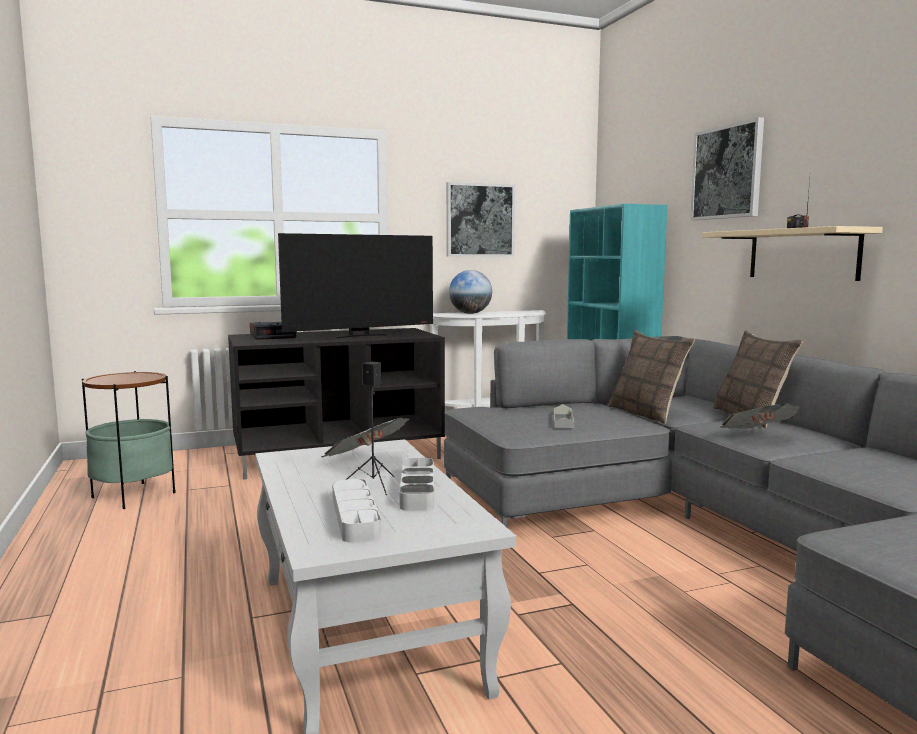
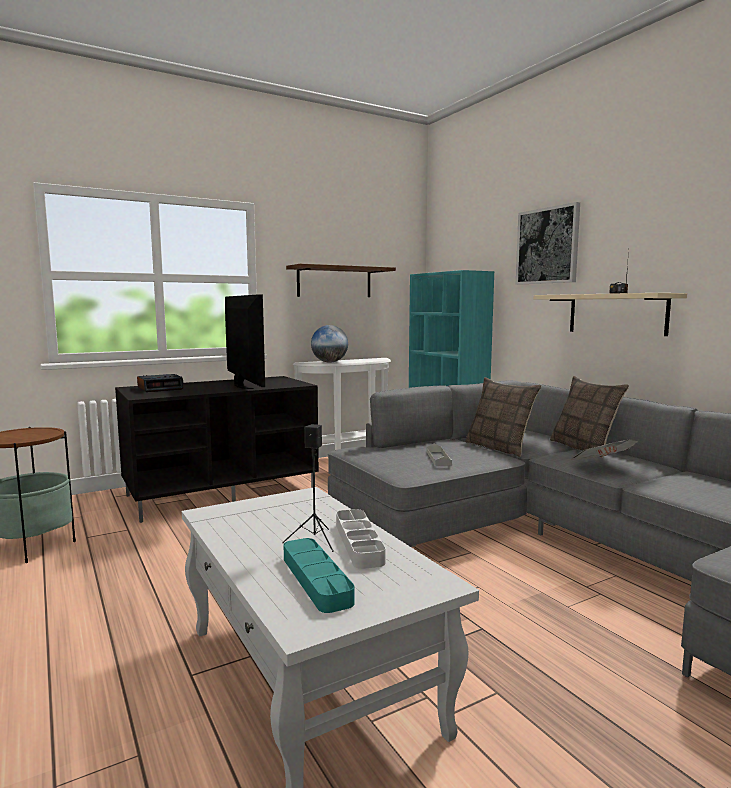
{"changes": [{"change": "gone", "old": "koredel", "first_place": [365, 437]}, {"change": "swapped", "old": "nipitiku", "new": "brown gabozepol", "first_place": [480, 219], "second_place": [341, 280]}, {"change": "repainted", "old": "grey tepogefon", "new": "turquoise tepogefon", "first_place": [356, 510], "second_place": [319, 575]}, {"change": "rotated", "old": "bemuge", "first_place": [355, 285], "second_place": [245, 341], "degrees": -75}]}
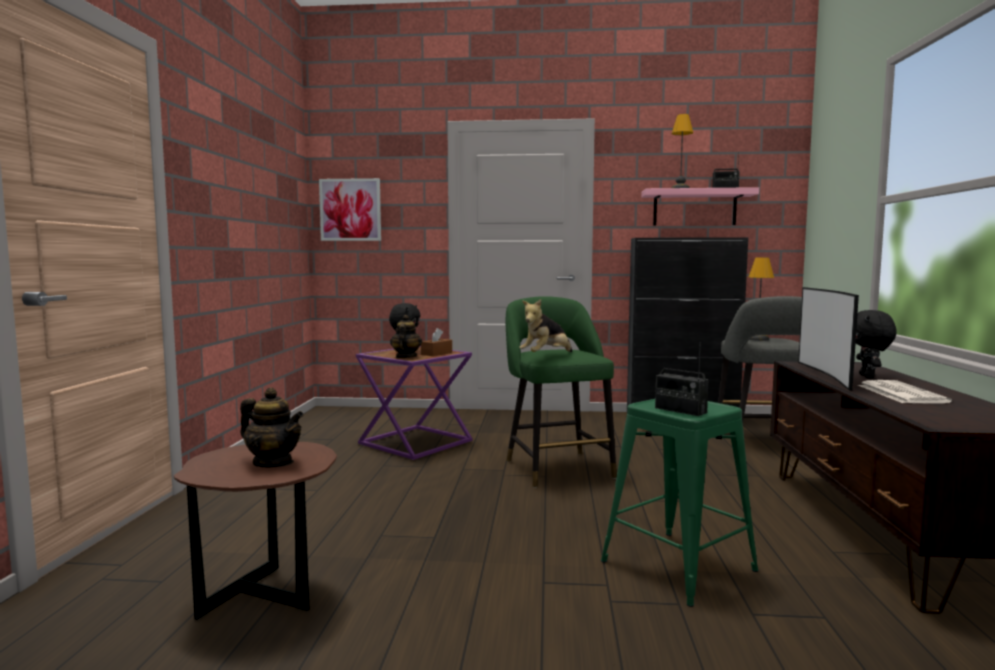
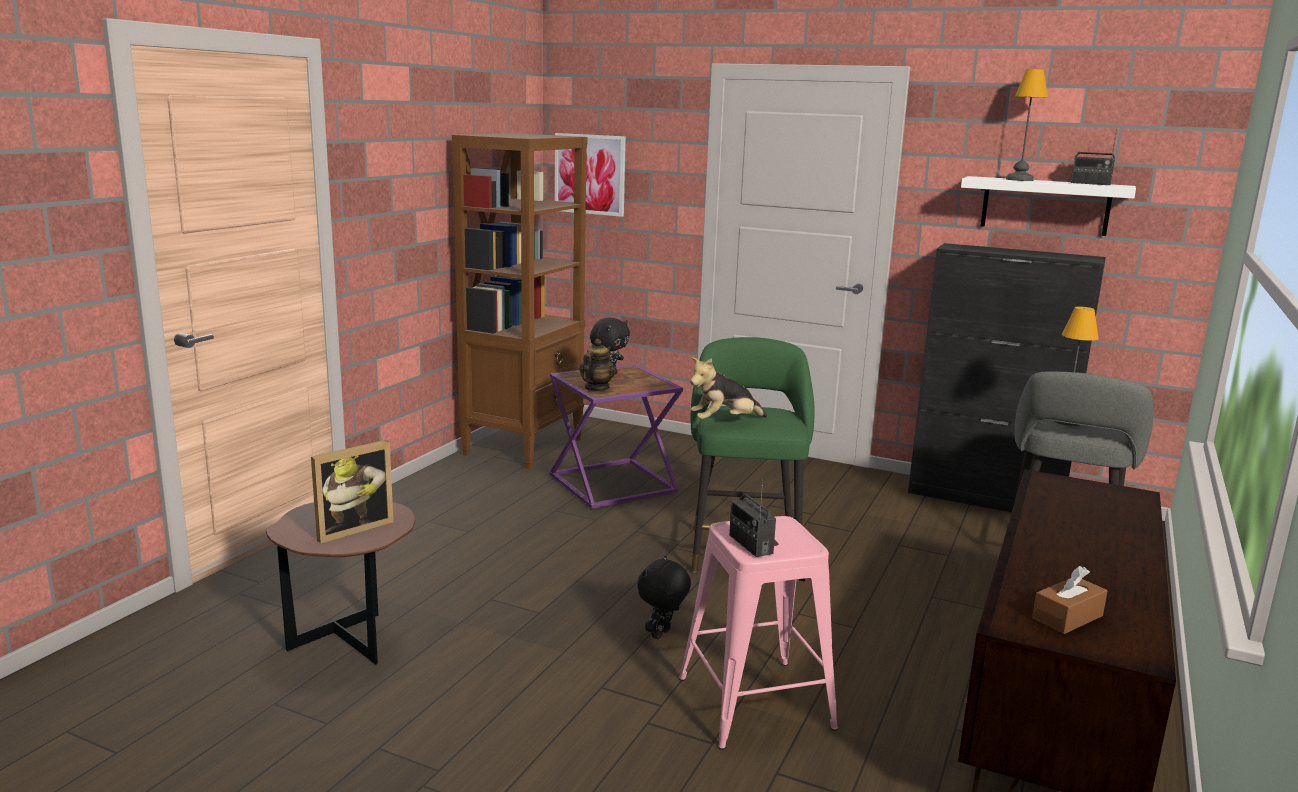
{"changes": [{"change": "gone", "old": "bemuge", "first_place": [828, 339]}, {"change": "gone", "old": "koredel", "first_place": [905, 391]}, {"change": "new", "new": "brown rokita", "second_place": [520, 301]}, {"change": "shifted", "old": "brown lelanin", "first_place": [436, 342], "second_place": [1069, 600]}, {"change": "shifted", "old": "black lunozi", "first_place": [876, 344], "second_place": [664, 597]}, {"change": "swapped", "old": "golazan", "new": "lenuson", "first_place": [272, 427], "second_place": [352, 491]}, {"change": "repainted", "old": "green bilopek", "new": "pink bilopek", "first_place": [679, 503], "second_place": [758, 632]}, {"change": "repainted", "old": "pink gabozepol", "new": "white gabozepol", "first_place": [700, 206], "second_place": [1048, 206]}]}
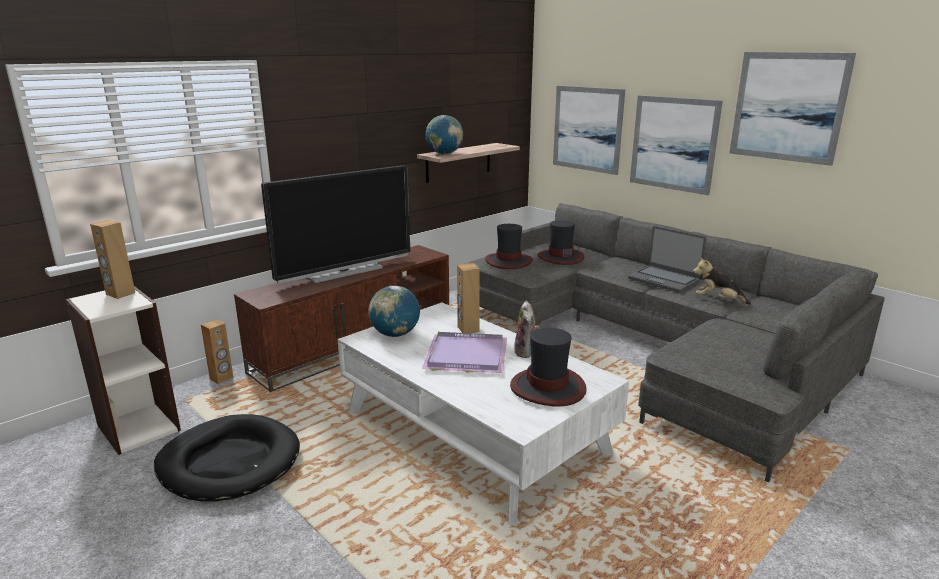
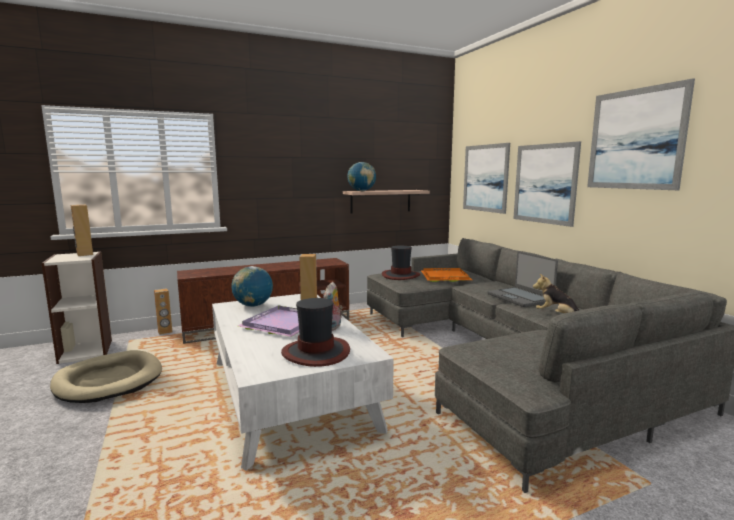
{"changes": [{"change": "gone", "old": "bemuge", "first_place": [335, 224]}, {"change": "swapped", "old": "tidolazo", "new": "orange tepogefon", "first_place": [561, 242], "second_place": [446, 275]}, {"change": "repainted", "old": "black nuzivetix", "new": "beige nuzivetix", "first_place": [227, 458], "second_place": [106, 376]}]}
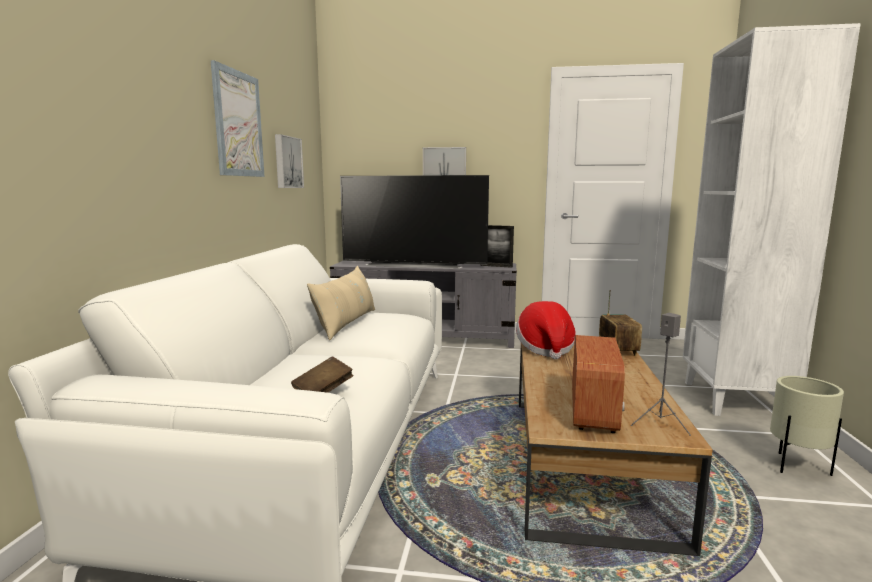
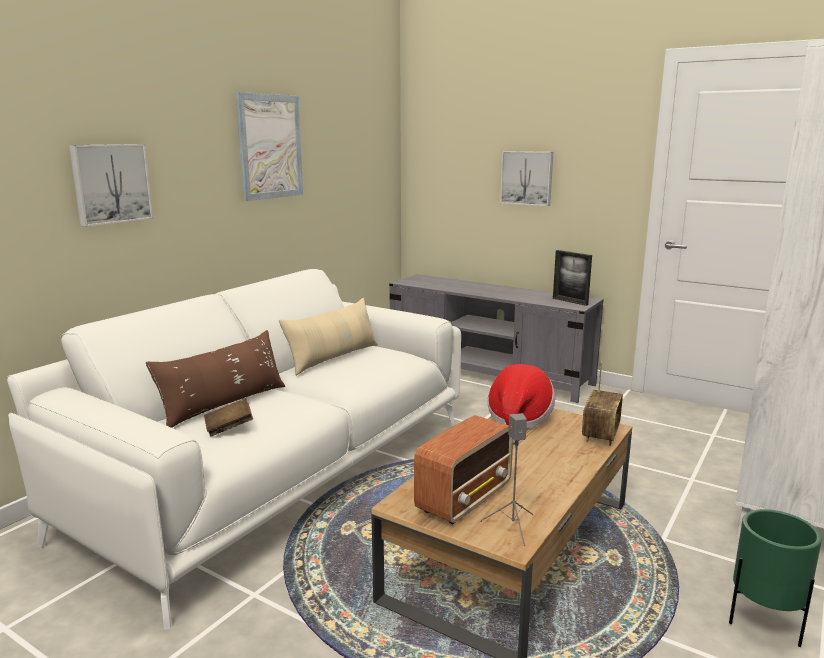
{"changes": [{"change": "gone", "old": "bemuge", "first_place": [414, 222]}, {"change": "new", "new": "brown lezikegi", "second_place": [215, 379]}, {"change": "shifted", "old": "nipitiku", "first_place": [289, 161], "second_place": [111, 185]}, {"change": "repainted", "old": "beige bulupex", "new": "green bulupex", "first_place": [807, 426], "second_place": [775, 578]}]}
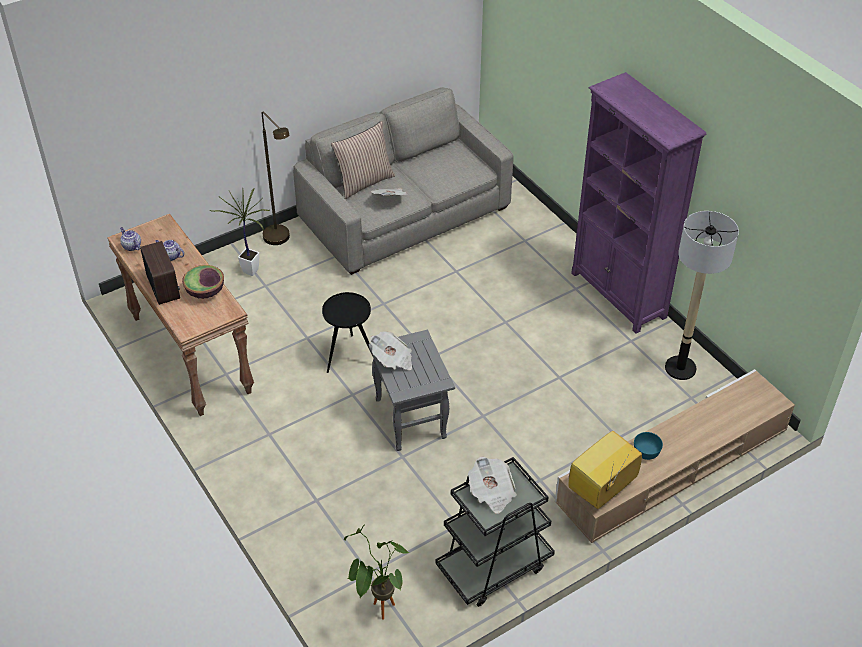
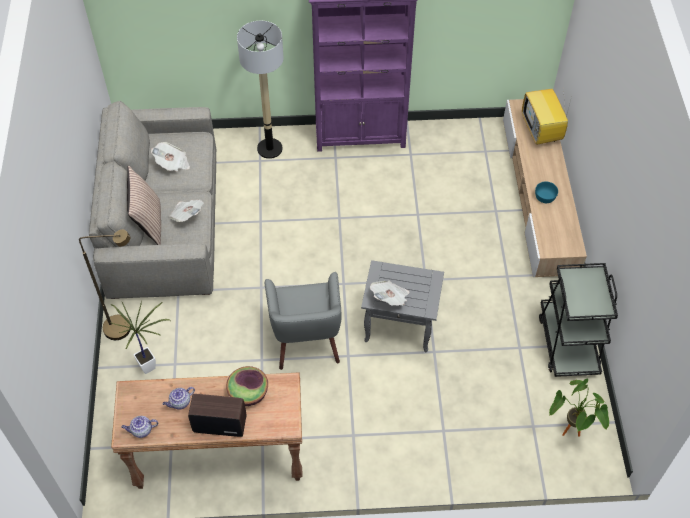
{"changes": [{"change": "shifted", "old": "koredel", "first_place": [492, 485], "second_place": [170, 156]}, {"change": "shifted", "old": "bemuge", "first_place": [605, 470], "second_place": [546, 115]}, {"change": "shifted", "old": "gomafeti", "first_place": [702, 295], "second_place": [260, 90]}, {"change": "swapped", "old": "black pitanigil", "new": "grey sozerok", "first_place": [347, 332], "second_place": [303, 321]}]}
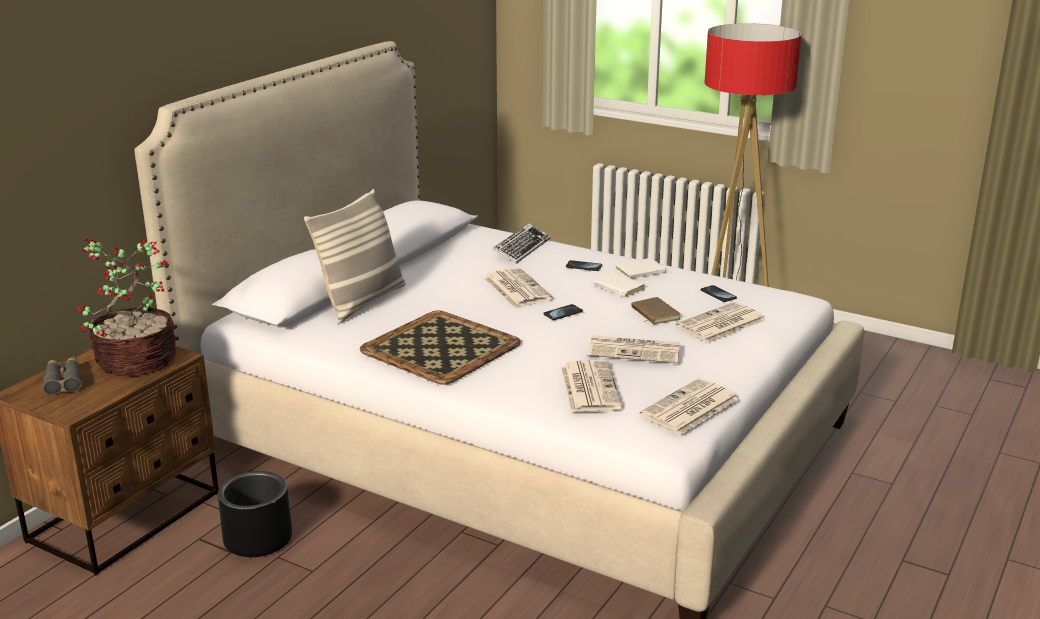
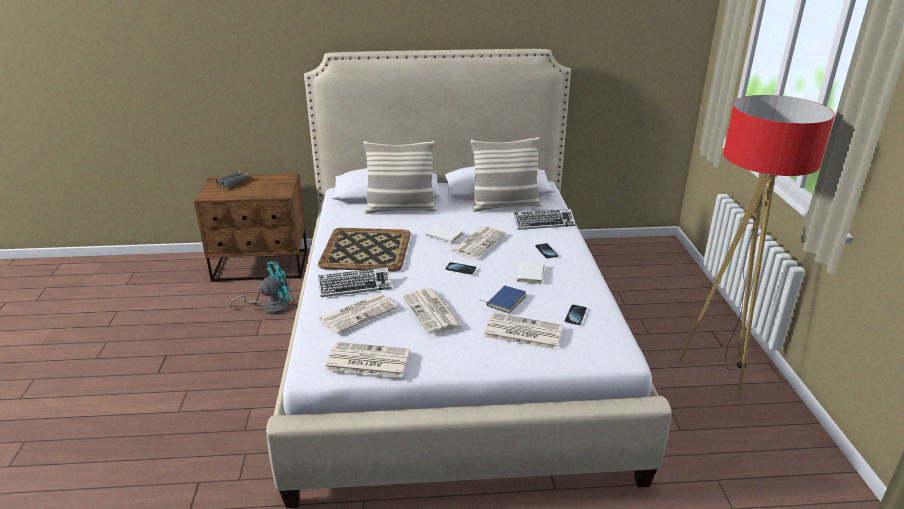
{"changes": [{"change": "gone", "old": "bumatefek", "first_place": [126, 307]}, {"change": "new", "new": "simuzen", "second_place": [355, 282]}, {"change": "new", "new": "lezikegi", "second_place": [506, 174]}, {"change": "shifted", "old": "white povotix", "first_place": [643, 268], "second_place": [444, 234]}, {"change": "swapped", "old": "black bulupex", "new": "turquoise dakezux", "first_place": [255, 514], "second_place": [262, 288]}, {"change": "repainted", "old": "brown povotix", "new": "blue povotix", "first_place": [655, 310], "second_place": [504, 299]}]}
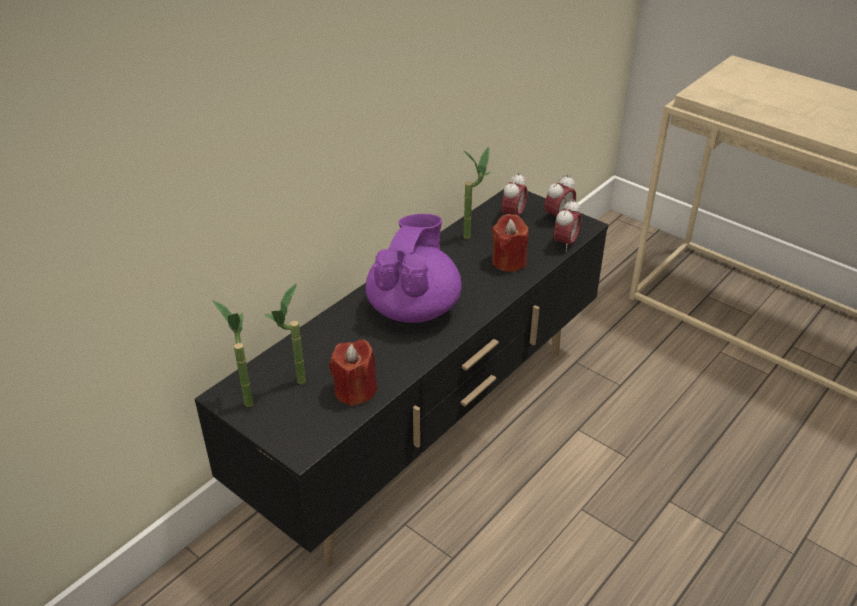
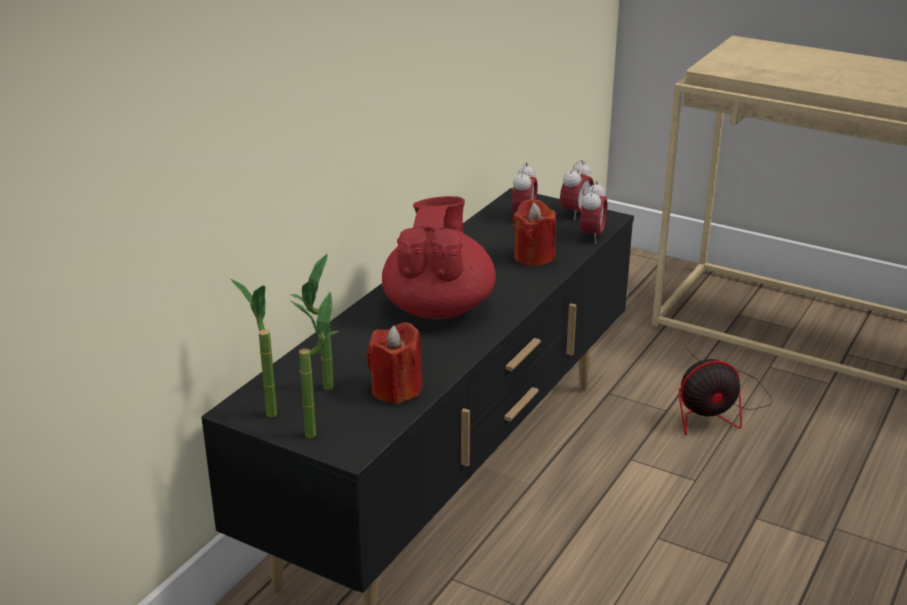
{"changes": [{"change": "new", "new": "dakezux", "second_place": [725, 391]}, {"change": "shifted", "old": "bumatefek", "first_place": [477, 193], "second_place": [315, 365]}, {"change": "repainted", "old": "purple golazan", "new": "red golazan", "first_place": [414, 268], "second_place": [439, 257]}]}
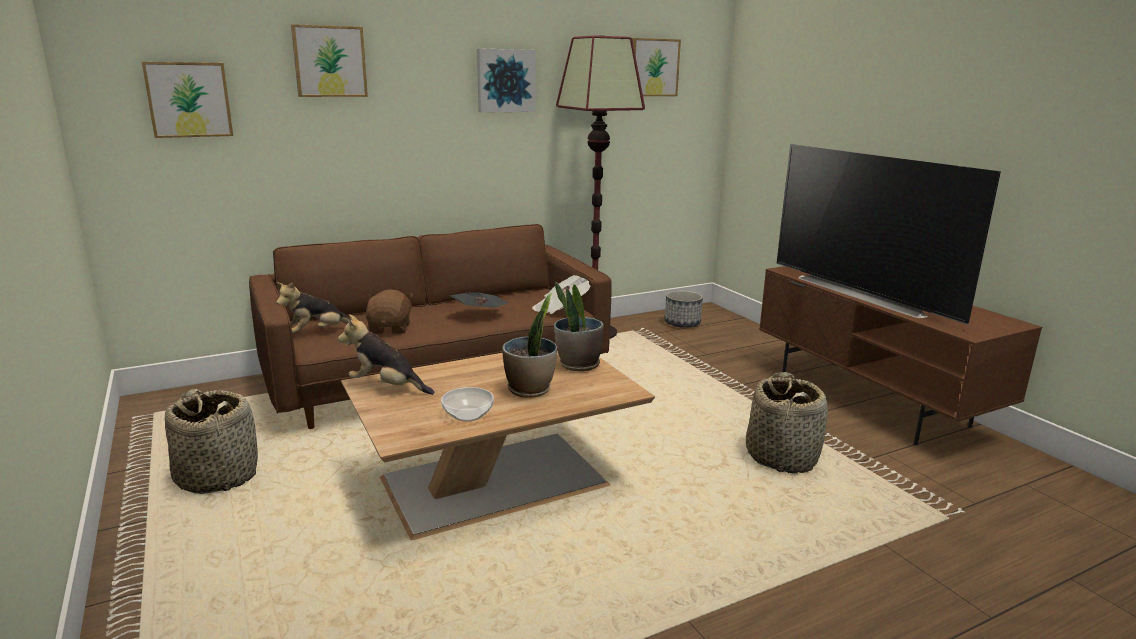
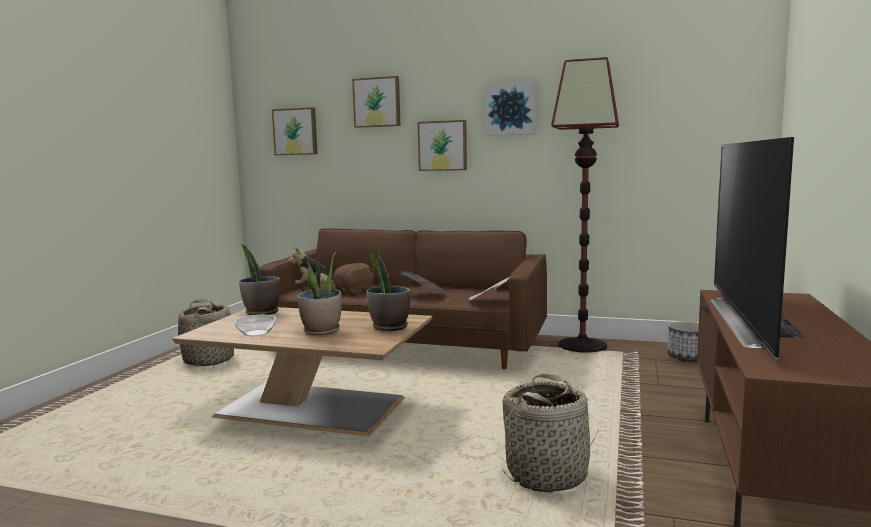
{"changes": [{"change": "shifted", "old": "nipitiku", "first_place": [656, 67], "second_place": [442, 145]}, {"change": "swapped", "old": "lunozi", "new": "bumatefek", "first_place": [386, 354], "second_place": [259, 279]}]}
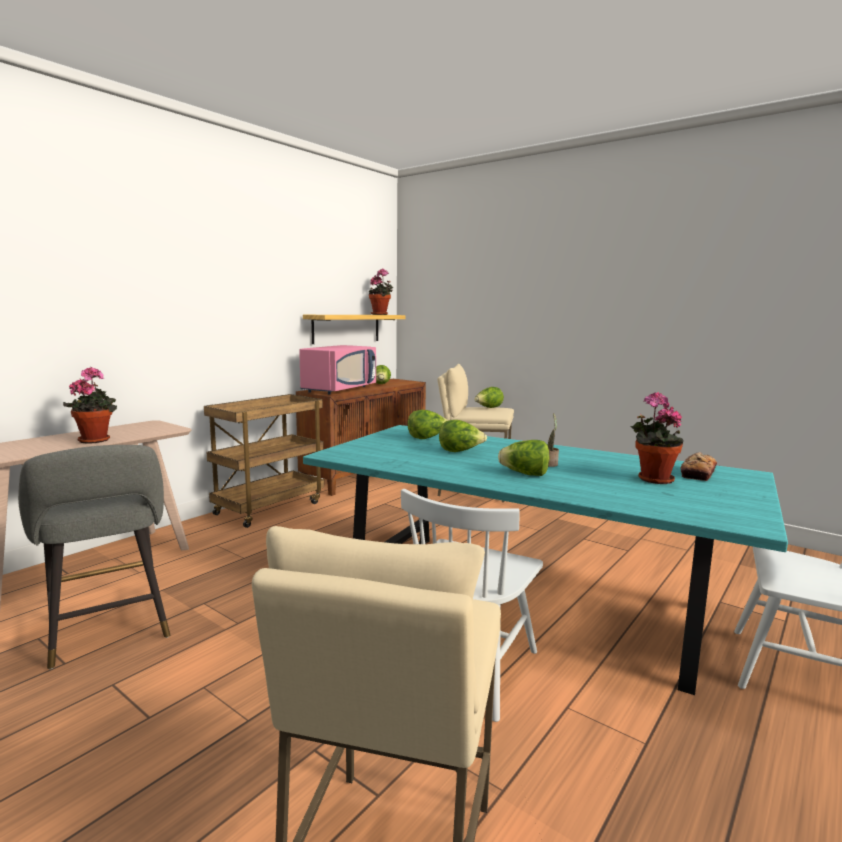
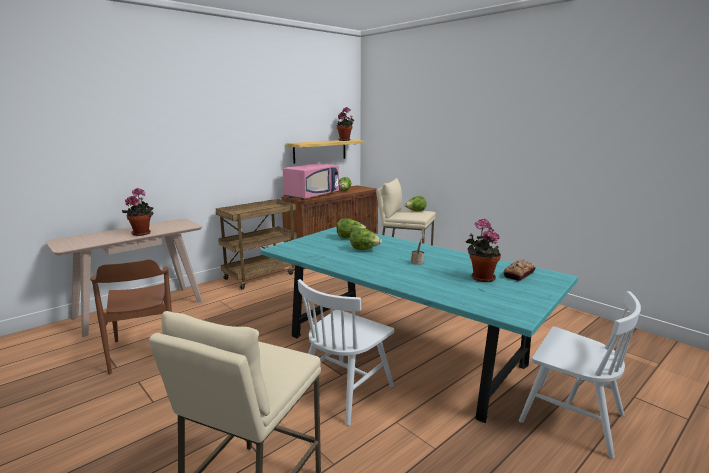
{"changes": [{"change": "gone", "old": "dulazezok", "first_place": [524, 458]}, {"change": "swapped", "old": "grey bilopek", "new": "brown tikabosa", "first_place": [94, 557], "second_place": [131, 317]}]}
